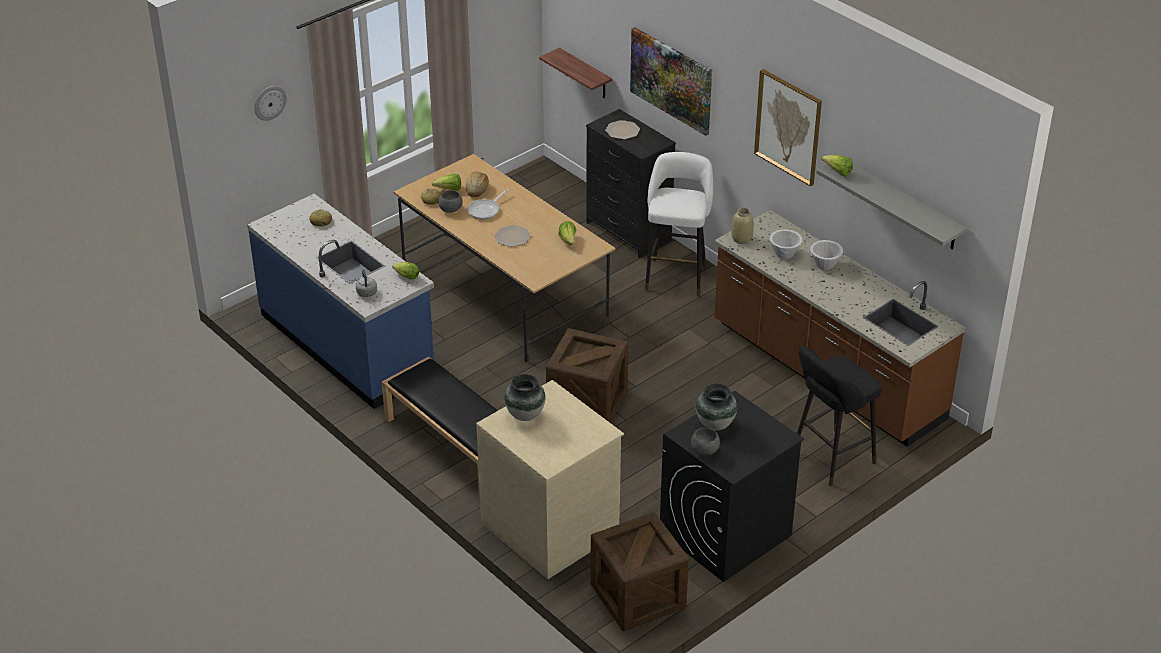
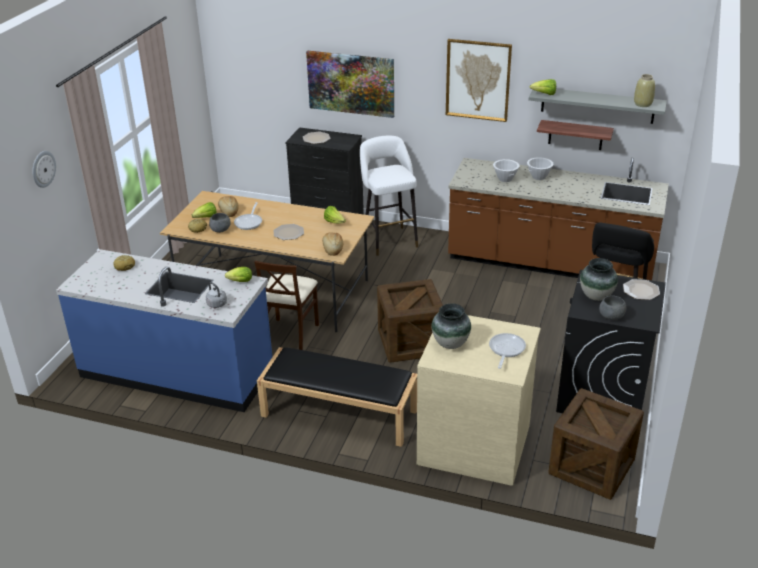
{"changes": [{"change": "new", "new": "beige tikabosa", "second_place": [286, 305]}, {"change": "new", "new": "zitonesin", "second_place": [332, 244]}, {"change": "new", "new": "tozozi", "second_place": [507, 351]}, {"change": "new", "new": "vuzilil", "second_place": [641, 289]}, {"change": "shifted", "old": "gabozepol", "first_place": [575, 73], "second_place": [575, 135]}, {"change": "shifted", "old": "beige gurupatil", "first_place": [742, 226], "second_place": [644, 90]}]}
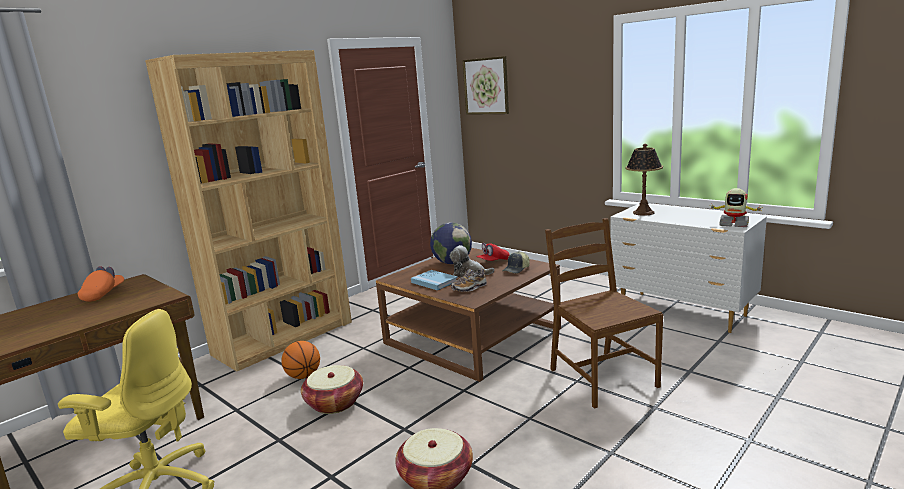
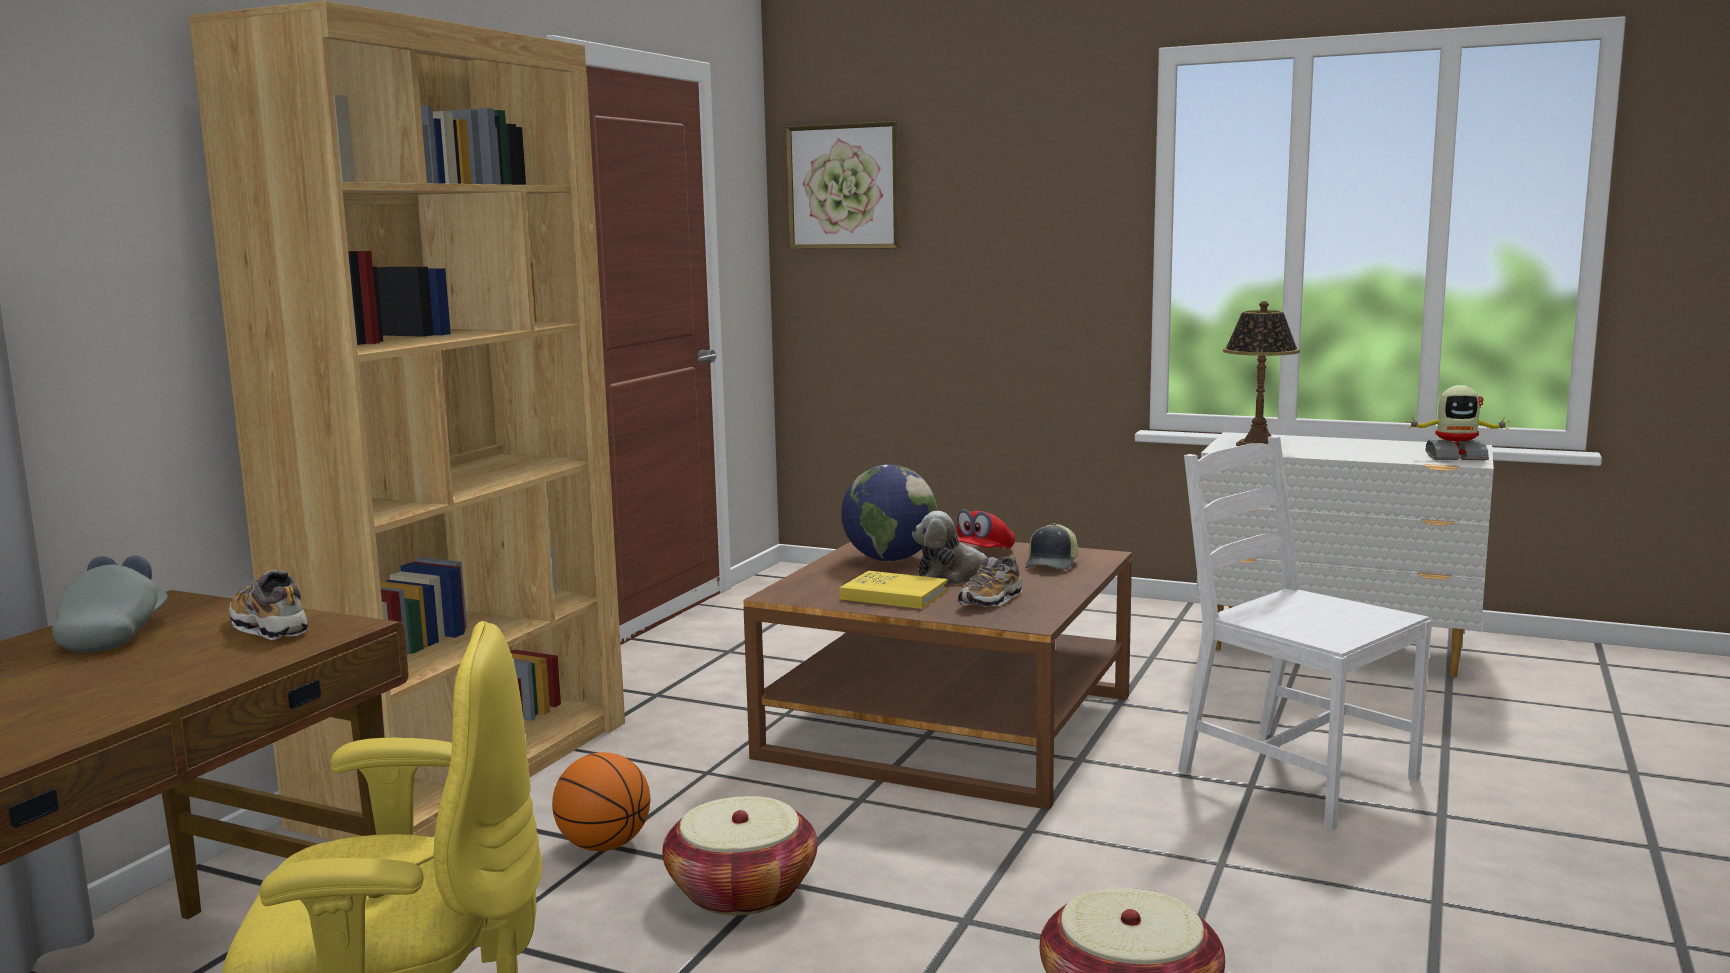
{"changes": [{"change": "new", "new": "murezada", "second_place": [269, 605]}, {"change": "repainted", "old": "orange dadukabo", "new": "grey dadukabo", "first_place": [101, 284], "second_place": [110, 604]}, {"change": "repainted", "old": "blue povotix", "new": "yellow povotix", "first_place": [434, 280], "second_place": [894, 590]}, {"change": "repainted", "old": "brown tikabosa", "new": "white tikabosa", "first_place": [604, 313], "second_place": [1305, 633]}]}
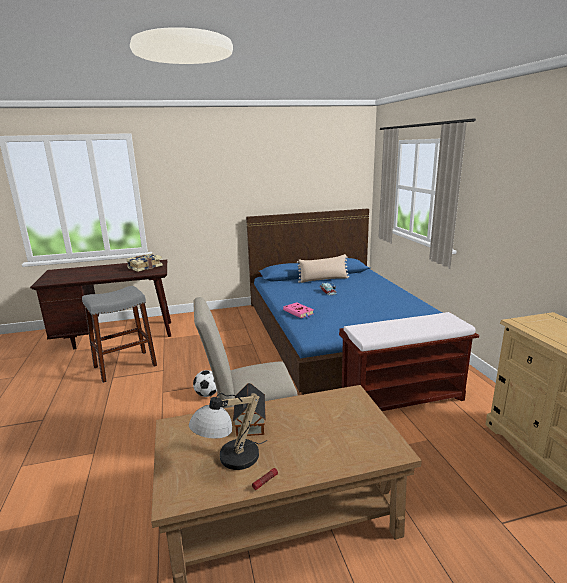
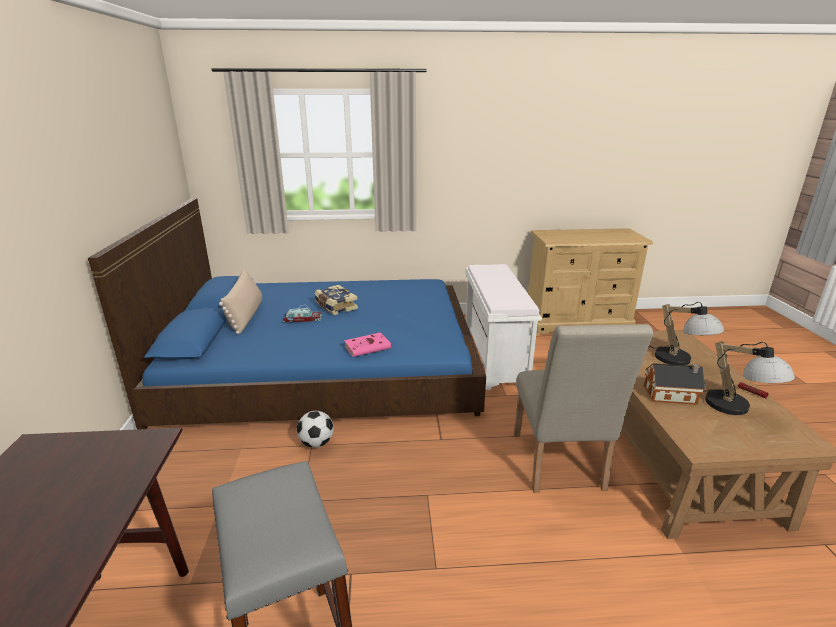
{"changes": [{"change": "new", "new": "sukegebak", "second_place": [687, 333]}, {"change": "shifted", "old": "povotix", "first_place": [144, 262], "second_place": [336, 300]}, {"change": "shifted", "old": "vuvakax", "first_place": [205, 383], "second_place": [315, 429]}, {"change": "repainted", "old": "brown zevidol", "new": "white zevidol", "first_place": [409, 361], "second_place": [503, 327]}]}
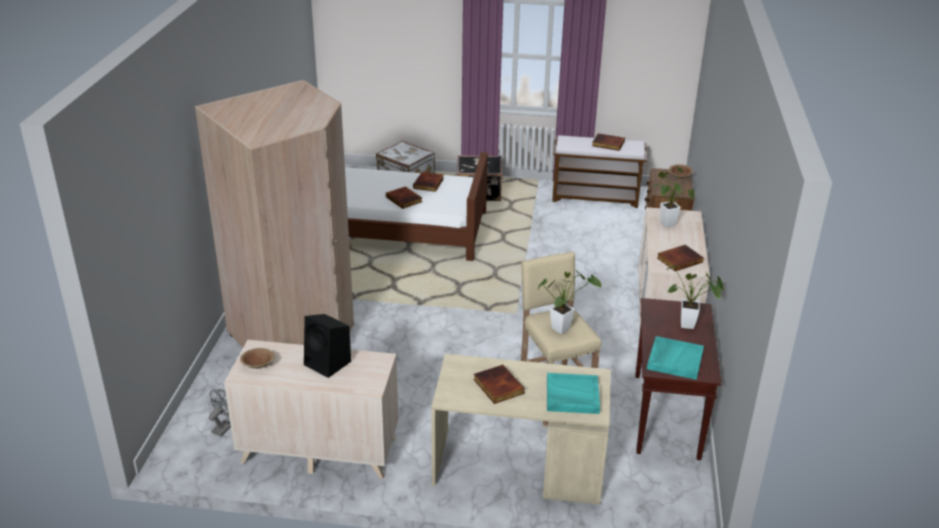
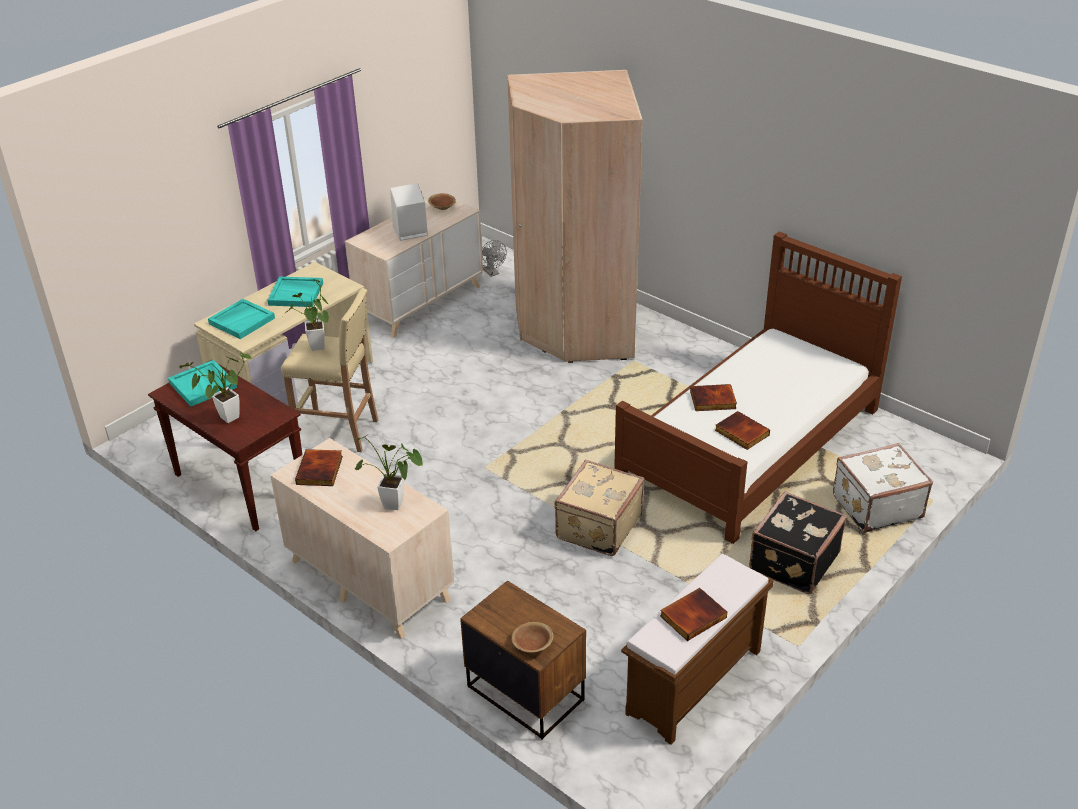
{"changes": [{"change": "new", "new": "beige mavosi", "second_place": [599, 508]}, {"change": "swapped", "old": "povotix", "new": "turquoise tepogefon", "first_place": [499, 384], "second_place": [295, 292]}, {"change": "repainted", "old": "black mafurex", "new": "white mafurex", "first_place": [327, 346], "second_place": [409, 212]}]}
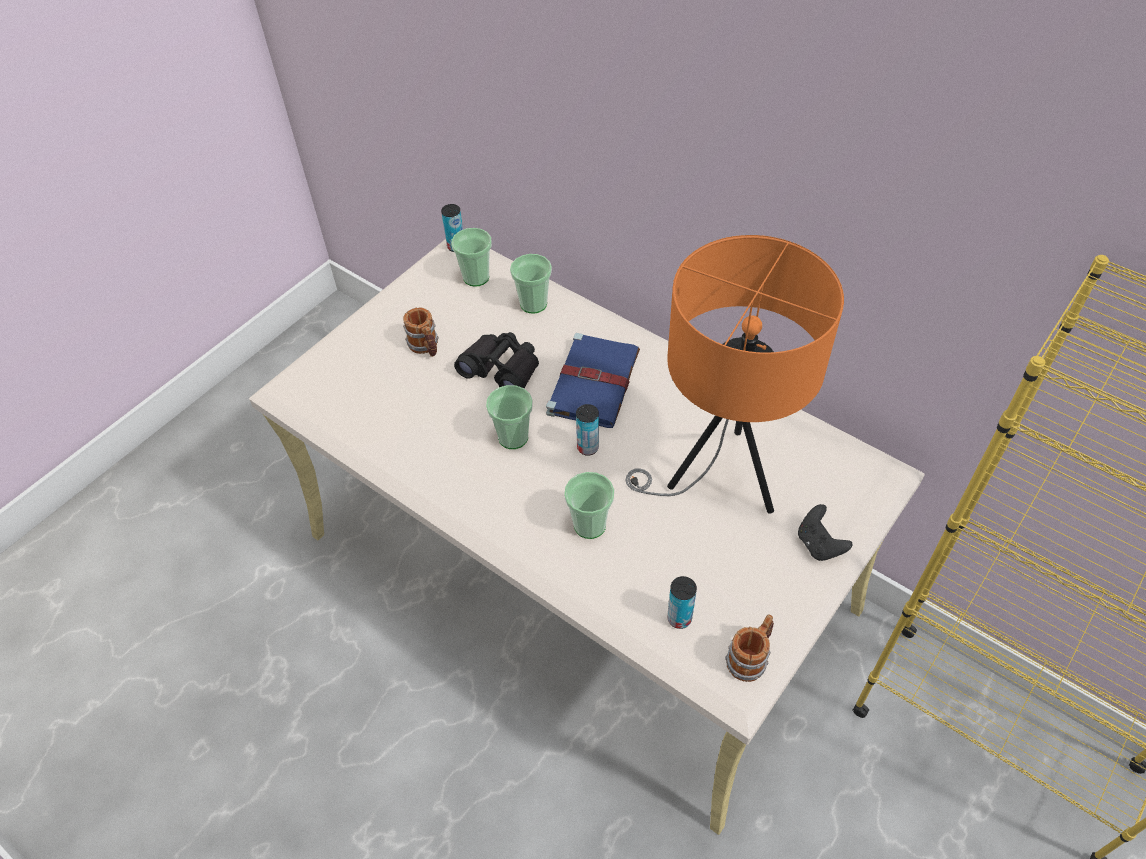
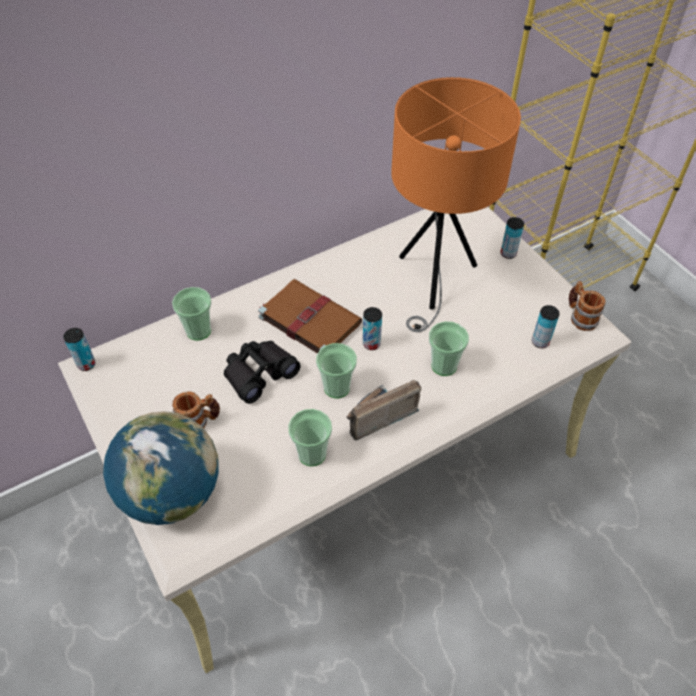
{"changes": [{"change": "new", "new": "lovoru", "second_place": [161, 468]}, {"change": "new", "new": "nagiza", "second_place": [383, 410]}, {"change": "shifted", "old": "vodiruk", "first_place": [471, 257], "second_place": [310, 437]}, {"change": "swapped", "old": "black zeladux", "new": "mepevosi", "first_place": [825, 532], "second_place": [512, 238]}, {"change": "repainted", "old": "blue povotix", "new": "brown povotix", "first_place": [593, 380], "second_place": [310, 316]}]}
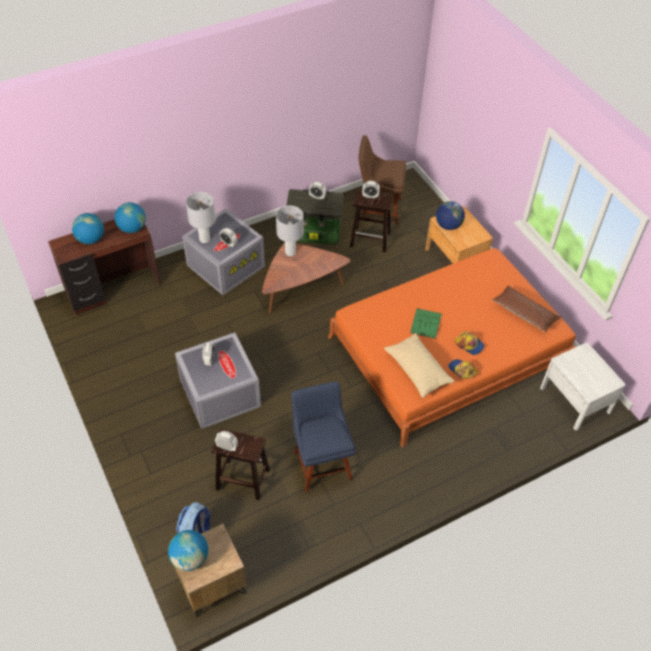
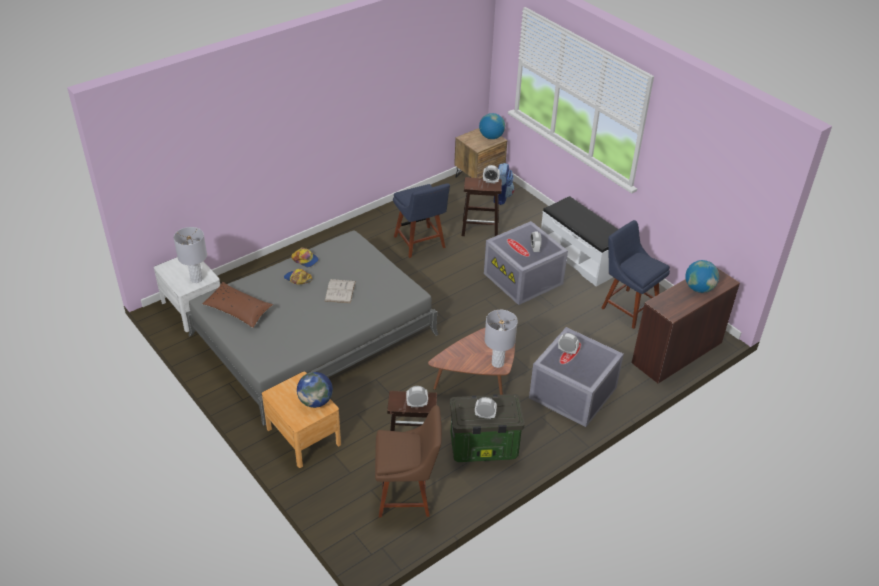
{"changes": [{"change": "gone", "old": "lovoru", "first_place": [130, 217]}, {"change": "gone", "old": "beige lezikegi", "first_place": [419, 365]}, {"change": "new", "new": "white zevidol", "second_place": [579, 241]}, {"change": "new", "new": "blue tikabosa", "second_place": [635, 274]}, {"change": "shifted", "old": "grey sukegebak", "first_place": [201, 217], "second_place": [190, 255]}, {"change": "repainted", "old": "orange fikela", "new": "grey fikela", "first_place": [452, 348], "second_place": [312, 328]}, {"change": "repainted", "old": "green povotix", "new": "white povotix", "first_place": [426, 323], "second_place": [340, 291]}]}
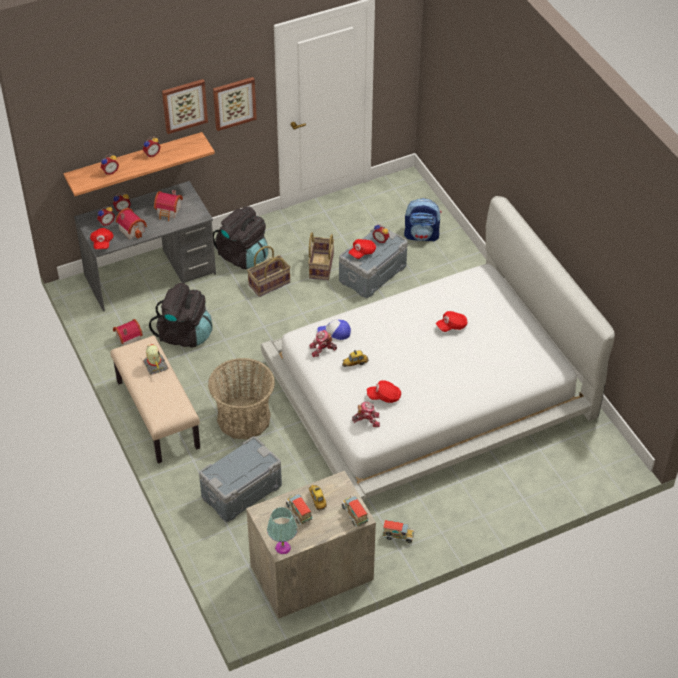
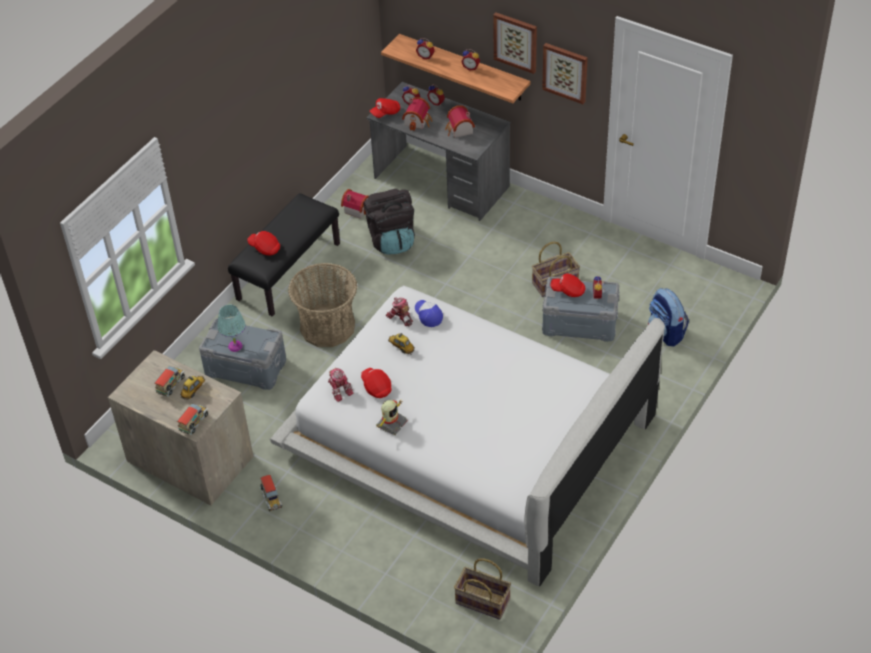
{"changes": [{"change": "gone", "old": "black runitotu", "first_place": [240, 237]}, {"change": "shifted", "old": "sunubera", "first_place": [156, 359], "second_place": [391, 417]}, {"change": "shifted", "old": "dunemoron", "first_place": [269, 271], "second_place": [482, 589]}, {"change": "shifted", "old": "turquoise sukegebak", "first_place": [282, 530], "second_place": [232, 328]}, {"change": "shifted", "old": "red dadukabo", "first_place": [452, 321], "second_place": [263, 243]}, {"change": "repainted", "old": "beige zevidol", "new": "black zevidol", "first_place": [155, 400], "second_place": [284, 255]}]}
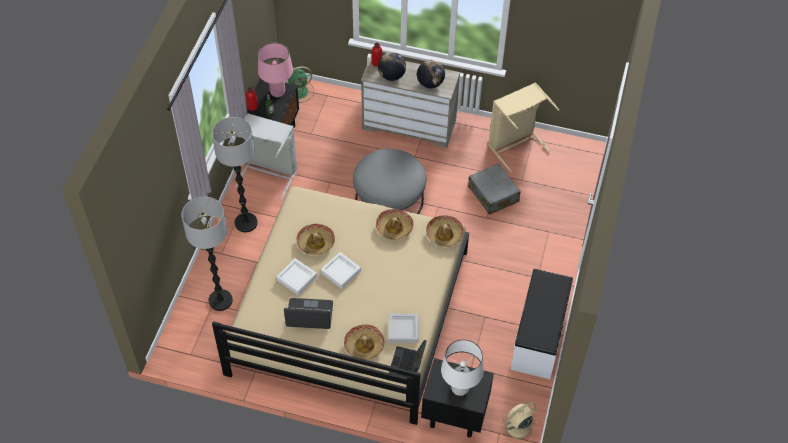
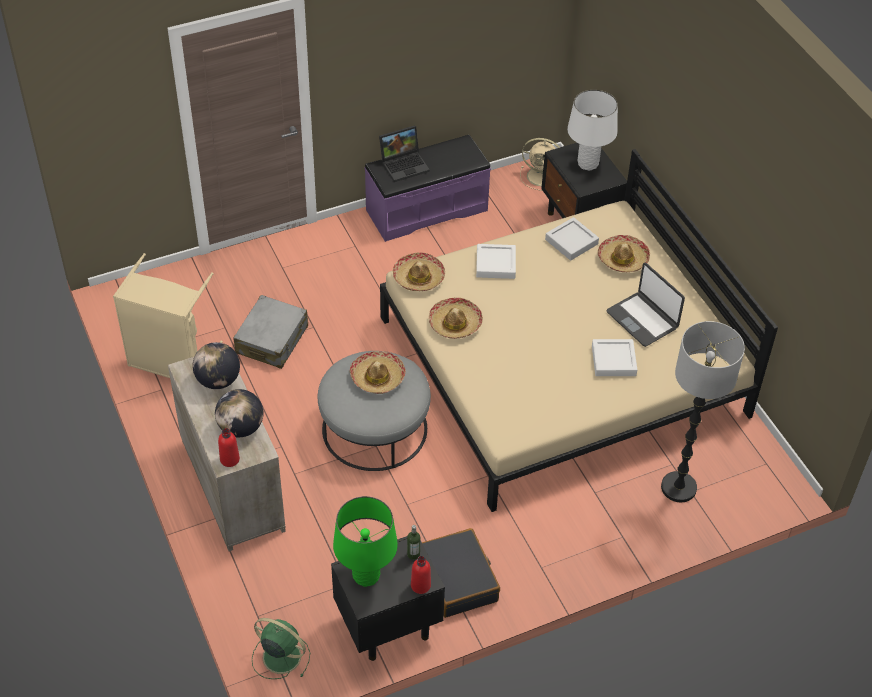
{"changes": [{"change": "gone", "old": "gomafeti", "first_place": [235, 174]}, {"change": "shifted", "old": "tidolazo", "first_place": [316, 239], "second_place": [378, 372]}, {"change": "shifted", "old": "white tepogefon", "first_place": [341, 270], "second_place": [496, 261]}, {"change": "shifted", "old": "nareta", "first_place": [408, 359], "second_place": [404, 153]}, {"change": "swapped", "old": "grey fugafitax", "new": "black mavosi", "first_place": [262, 157], "second_place": [461, 573]}, {"change": "repainted", "old": "pink sukegebak", "new": "green sukegebak", "first_place": [275, 70], "second_place": [365, 541]}, {"change": "repainted", "old": "white zevidol", "new": "purple zevidol", "first_place": [541, 323], "second_place": [428, 188]}]}
